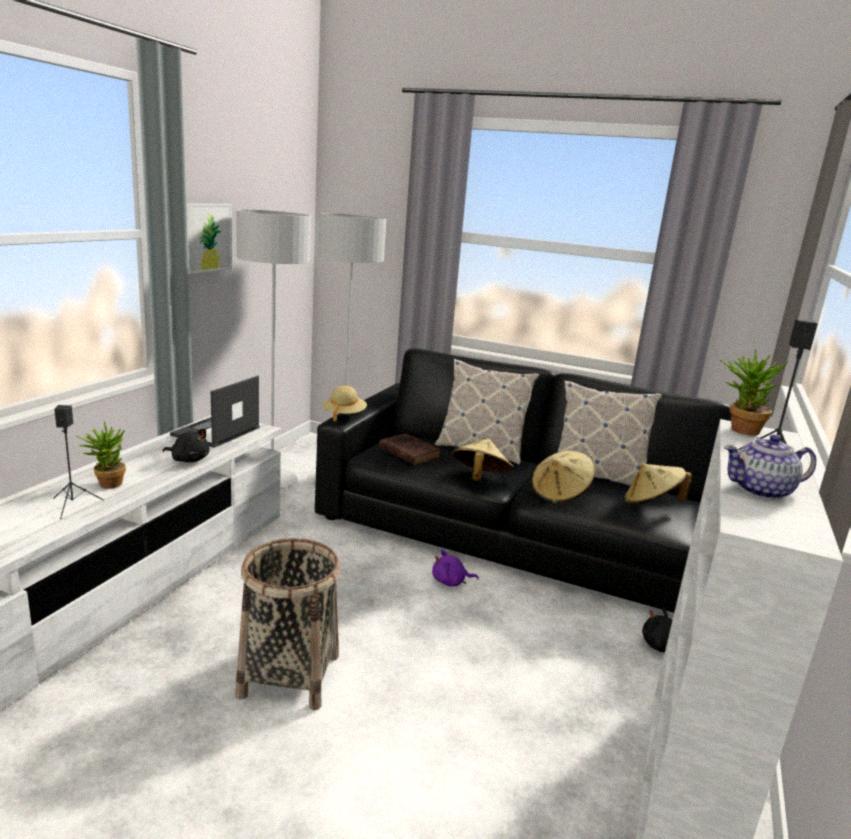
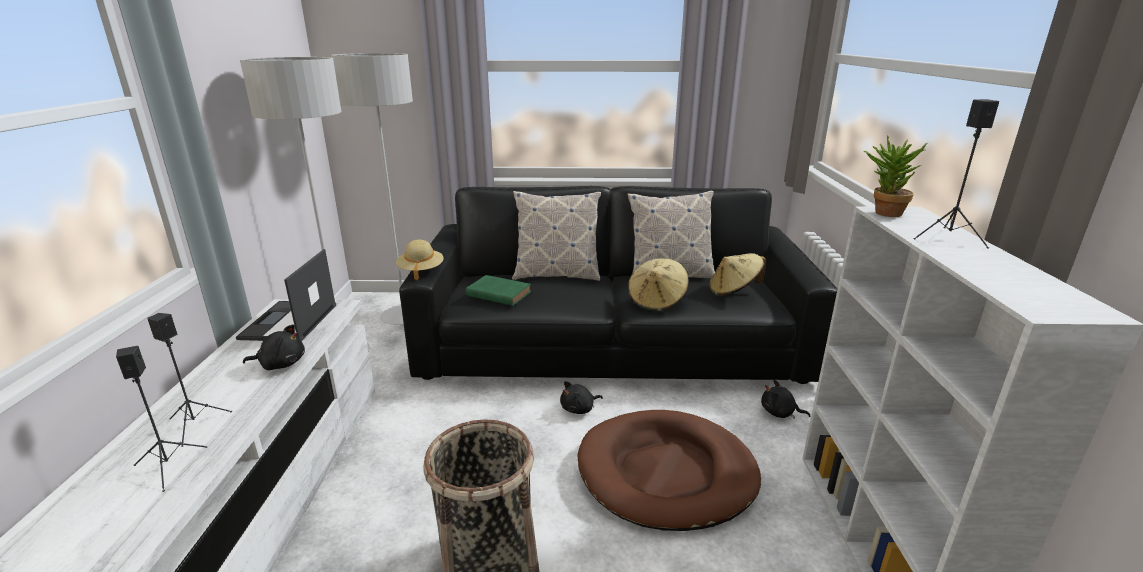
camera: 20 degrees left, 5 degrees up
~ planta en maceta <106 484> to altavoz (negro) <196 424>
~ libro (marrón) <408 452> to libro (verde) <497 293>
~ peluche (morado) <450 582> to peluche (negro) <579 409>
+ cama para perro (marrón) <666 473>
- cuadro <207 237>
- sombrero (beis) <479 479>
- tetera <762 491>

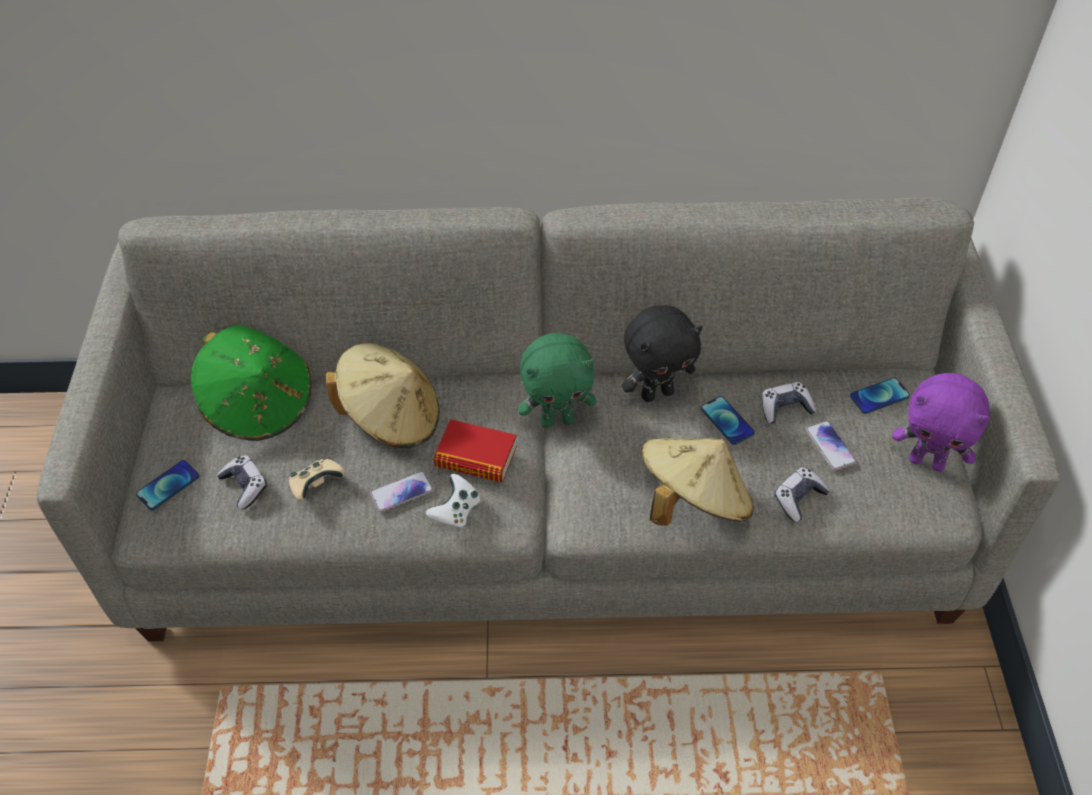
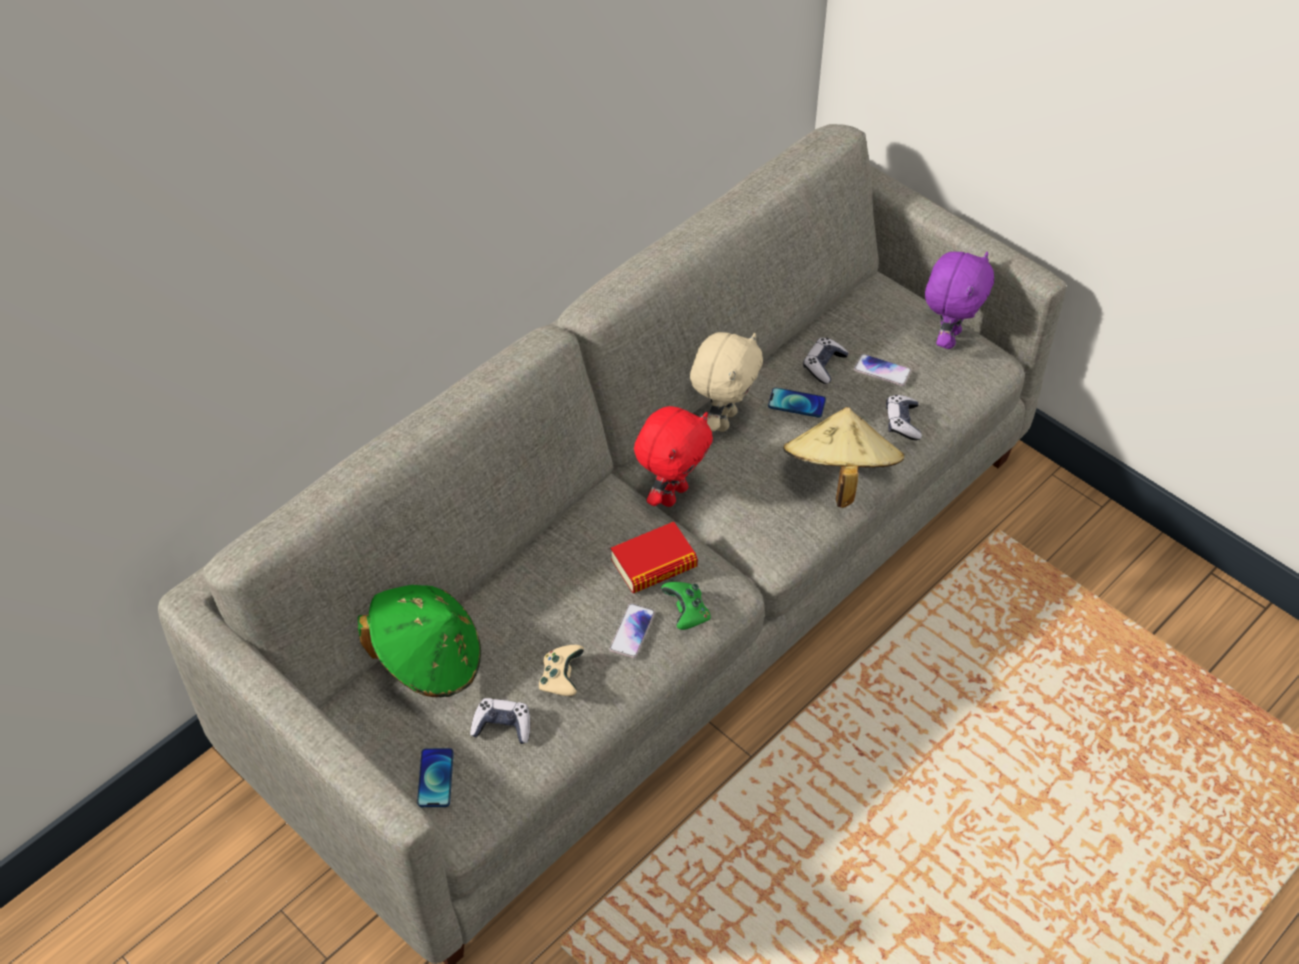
camera: 45 degrees left, 0 degrees up
~ peluche (verde) <557 420> to peluche (rojo) <672 494>
~ mando de consola (blanco) <456 511> to mando de consola (verde) <687 613>
~ peluche (negro) <657 393> to peluche (beis) <723 419>
~ peluche (morado) <927 462> = <948 338> 45 degrees counterclockwise
- sombrero (beis) <391 418>
- móvil <879 396>

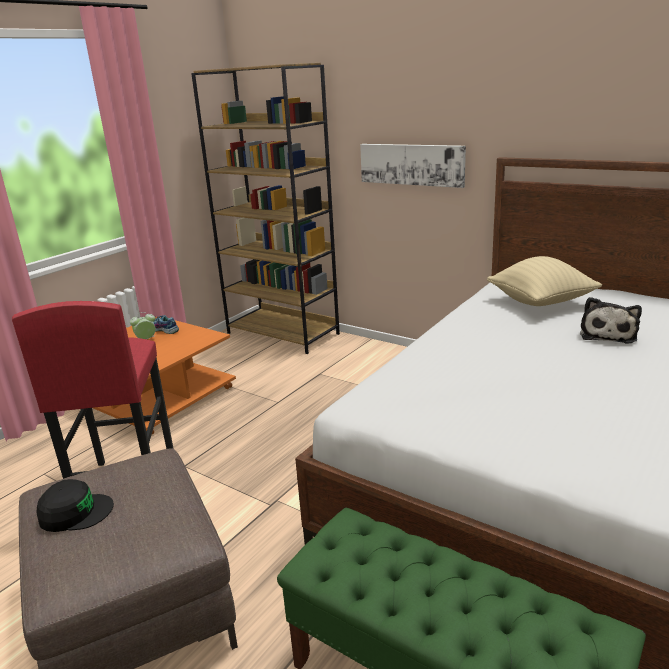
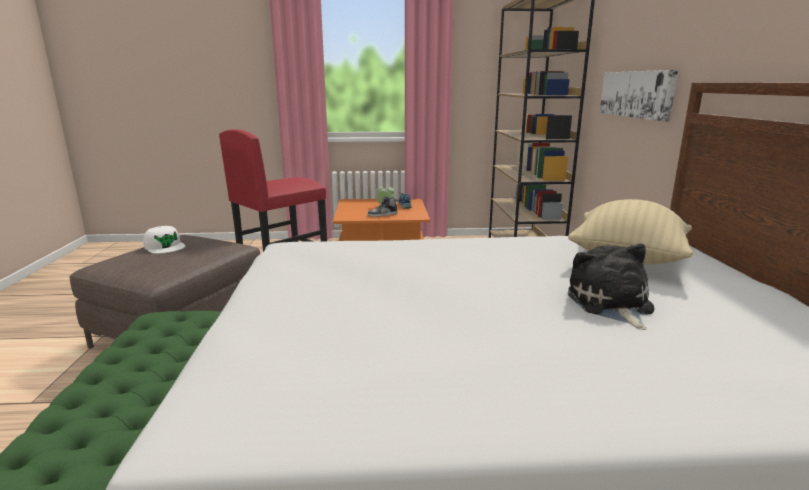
camera: 50 degrees right, 5 degrees down
~ gorra (negro) <75 512> to gorra (blanco) <165 246>
+ zapato <382 214>
~ peluche <608 334> = <610 304> 105 degrees clockwise

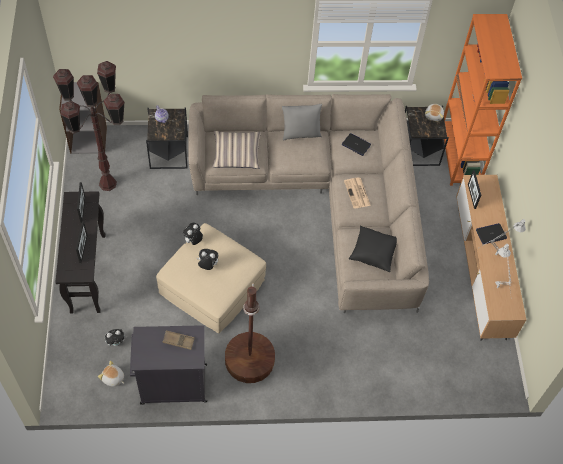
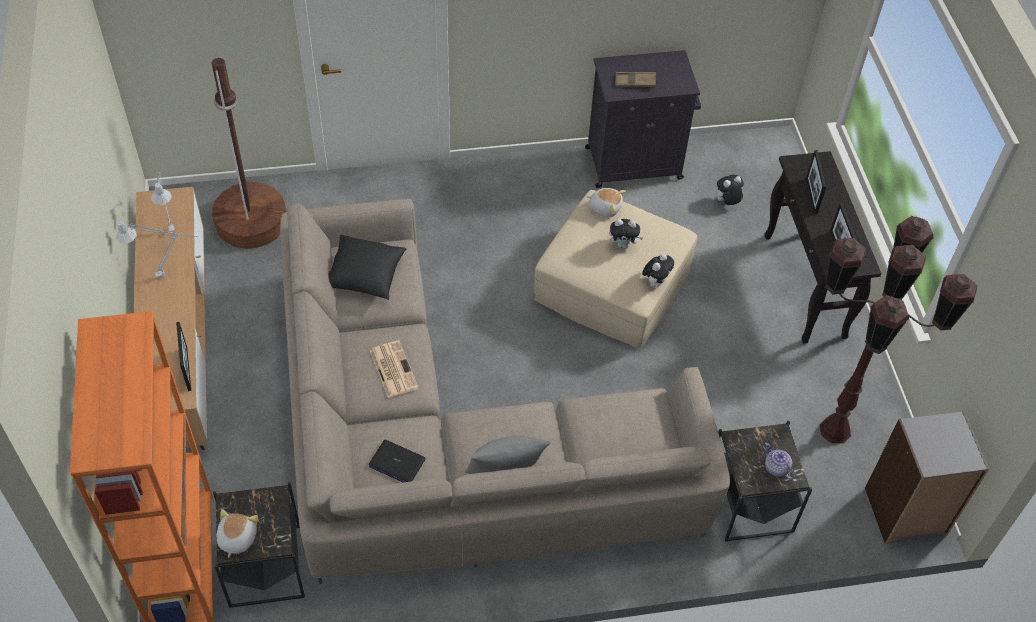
camera: 175 degrees right, 5 degrees down
~ lámpara de pie (marrón) <250 360> to <251 221>
~ peluche <113 378> to <605 207>
- cojín <236 154>
- portátil <491 234>

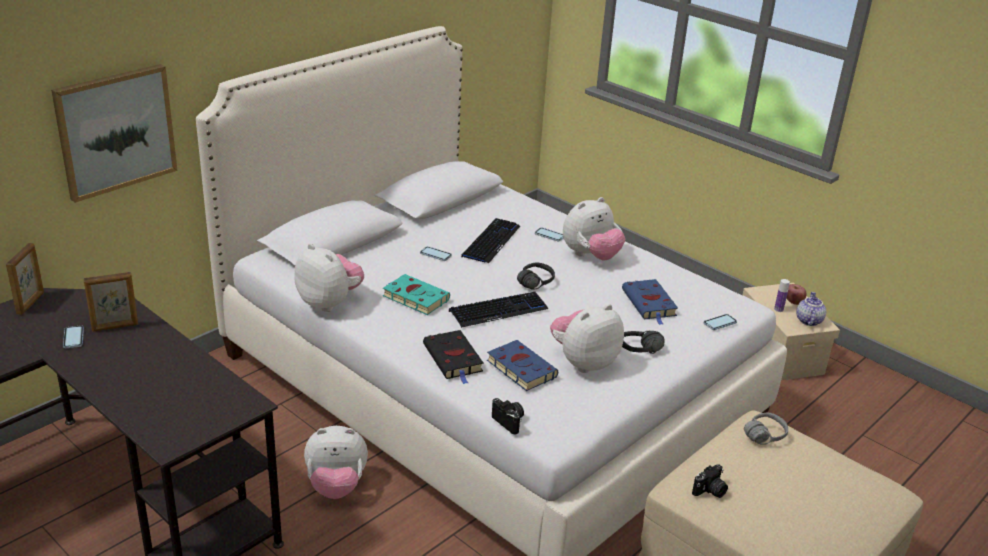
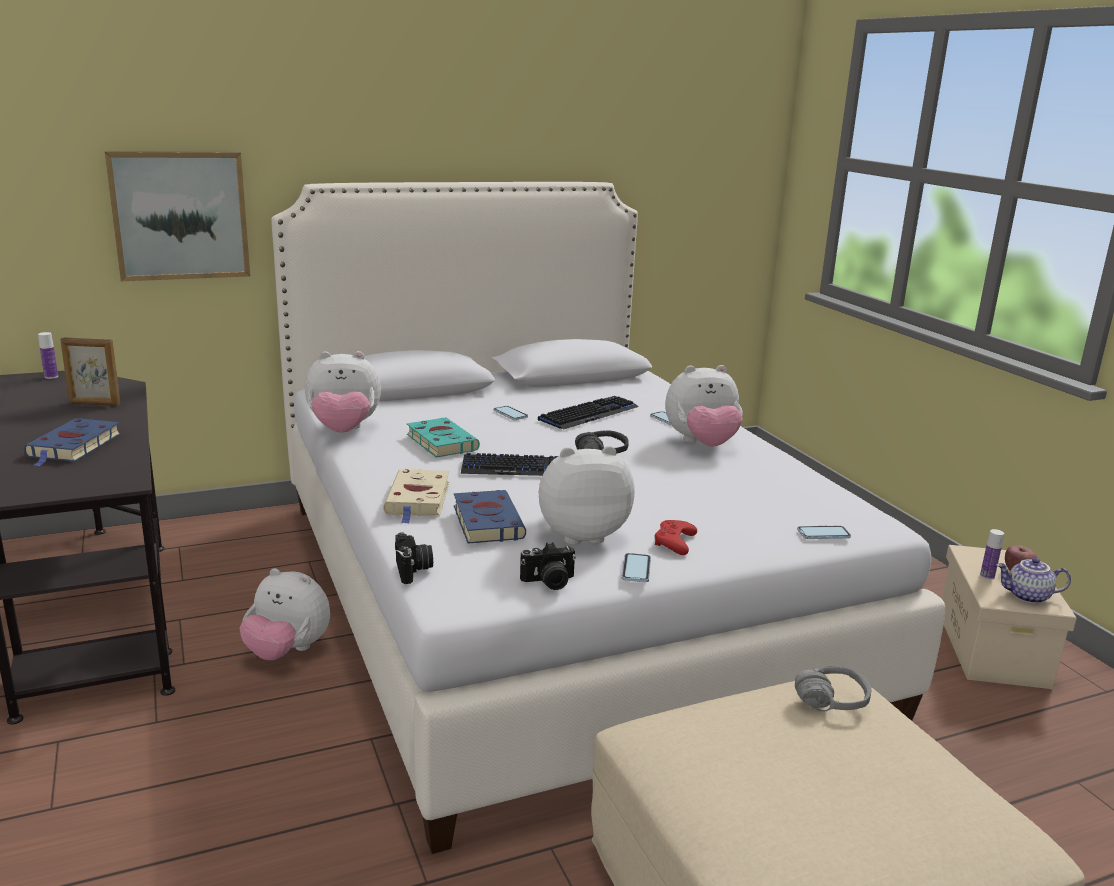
camera: 25 degrees right, 10 degrees down
~ libro (azul) <650 304> to <74 446>
~ portarretratos <31 303> to botella <51 377>
~ peluche <329 302> = <344 431> 105 degrees clockwise
~ libro (negro) <454 359> to libro (beis) <418 500>
~ cámara <710 491> to <549 582>
~ móvil <73 338> to <636 569>
~ auriculares (negro) <642 353> to mando de consola (rojo) <674 542>
~ tetera <808 320> = <1027 597> 120 degrees counterclockwise

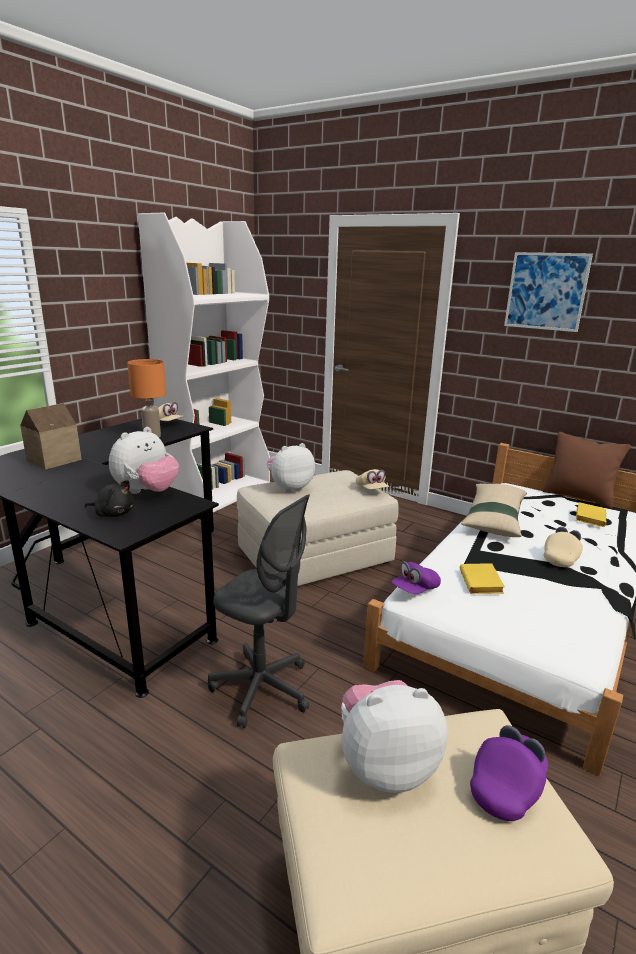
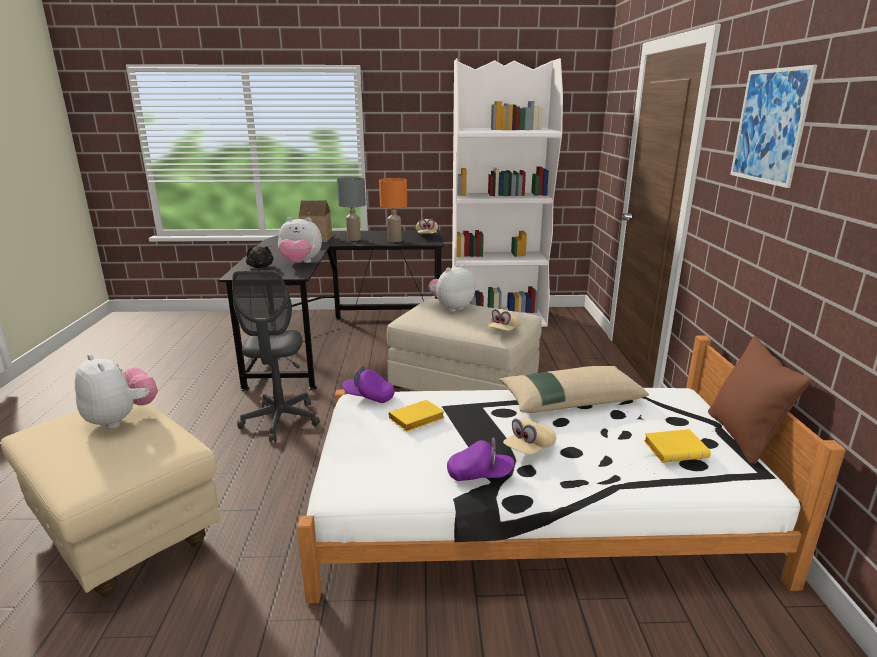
camera: 55 degrees right, 0 degrees up
+ lámpara de mesa (gris) <354 239>
~ peluche <289 488> = <451 308> 60 degrees counterclockwise
~ gorra (morado) <507 785> to <479 475>
~ gorra (beis) <561 557> = <529 449> 135 degrees clockwise

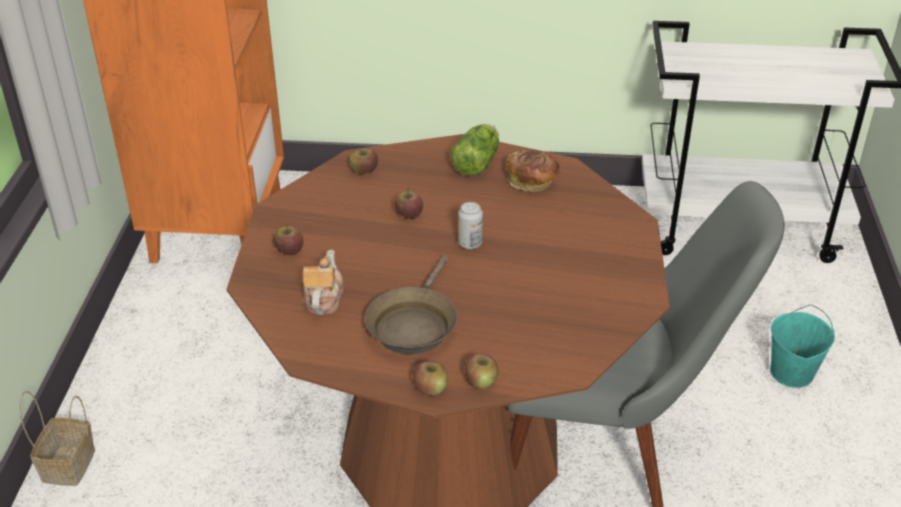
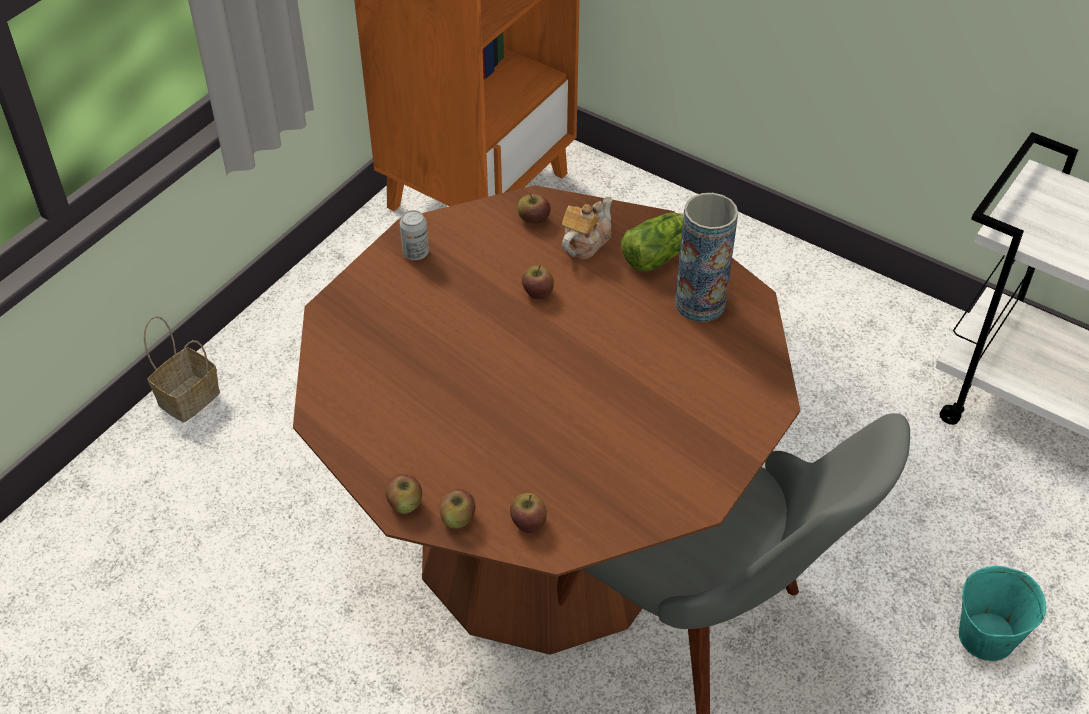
camera: 30 degrees right, 10 degrees up
~ lata <470 243> to <415 253>
~ manzana <289 250> to <528 522>
~ tetera <323 299> to <585 242>
~ pan <532 181> to florero <700 303>
- sartén (marrón) <413 325>

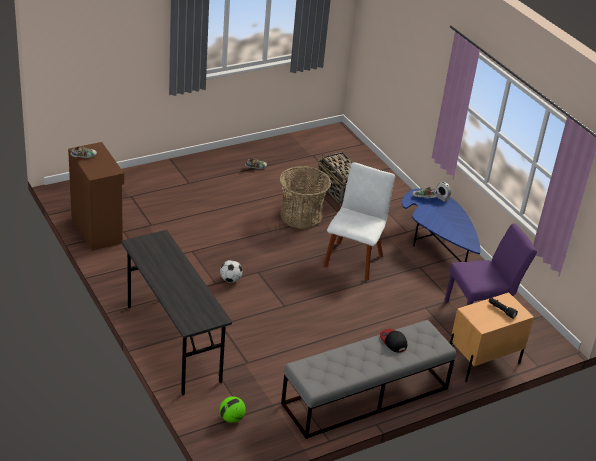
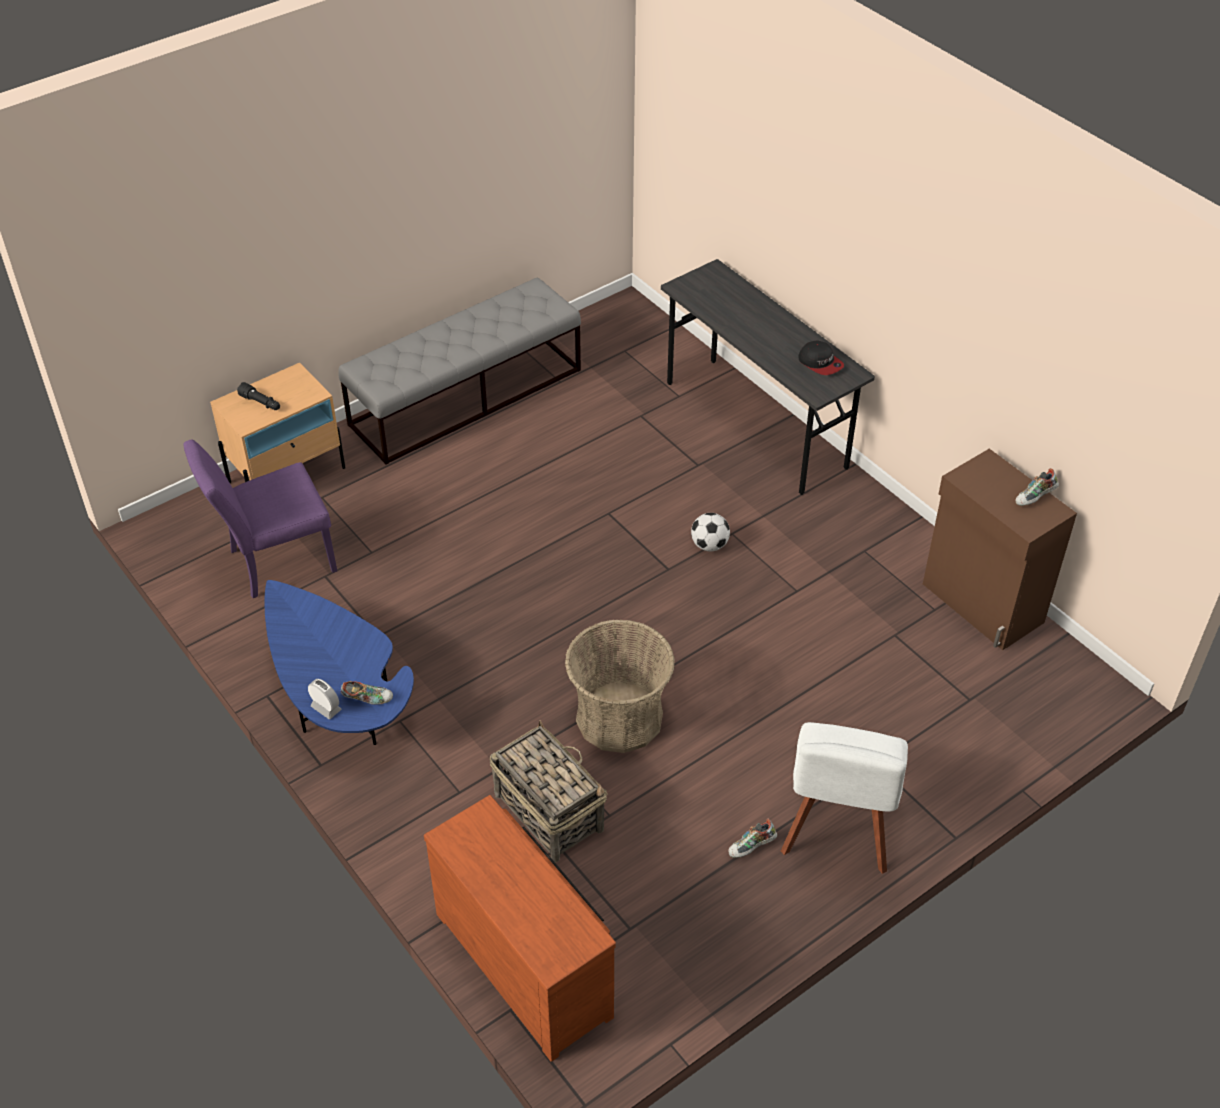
camera: 175 degrees right, 10 degrees up
+ cómoda (marrón) <527 961>
~ silla (blanco) <354 259> to <838 830>
~ gorra <393 341> to <820 363>
- balón de fútbol <231 418>

